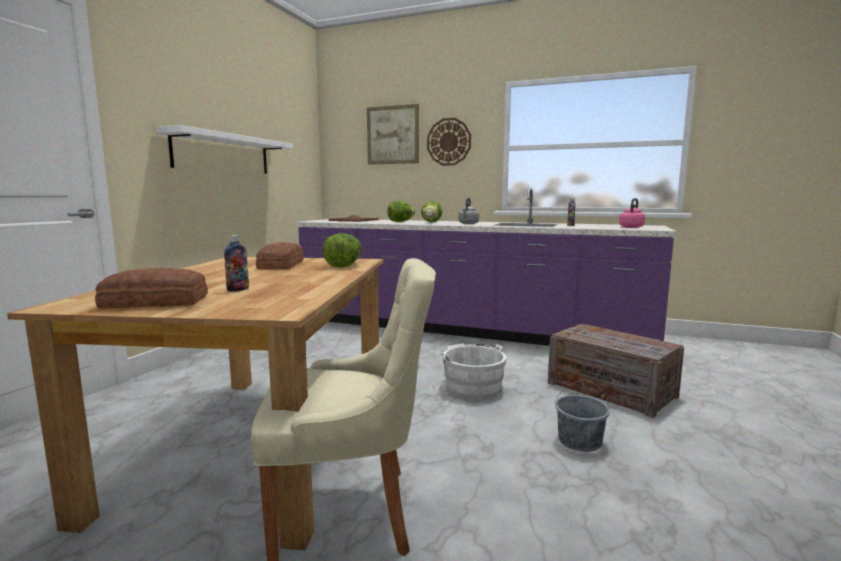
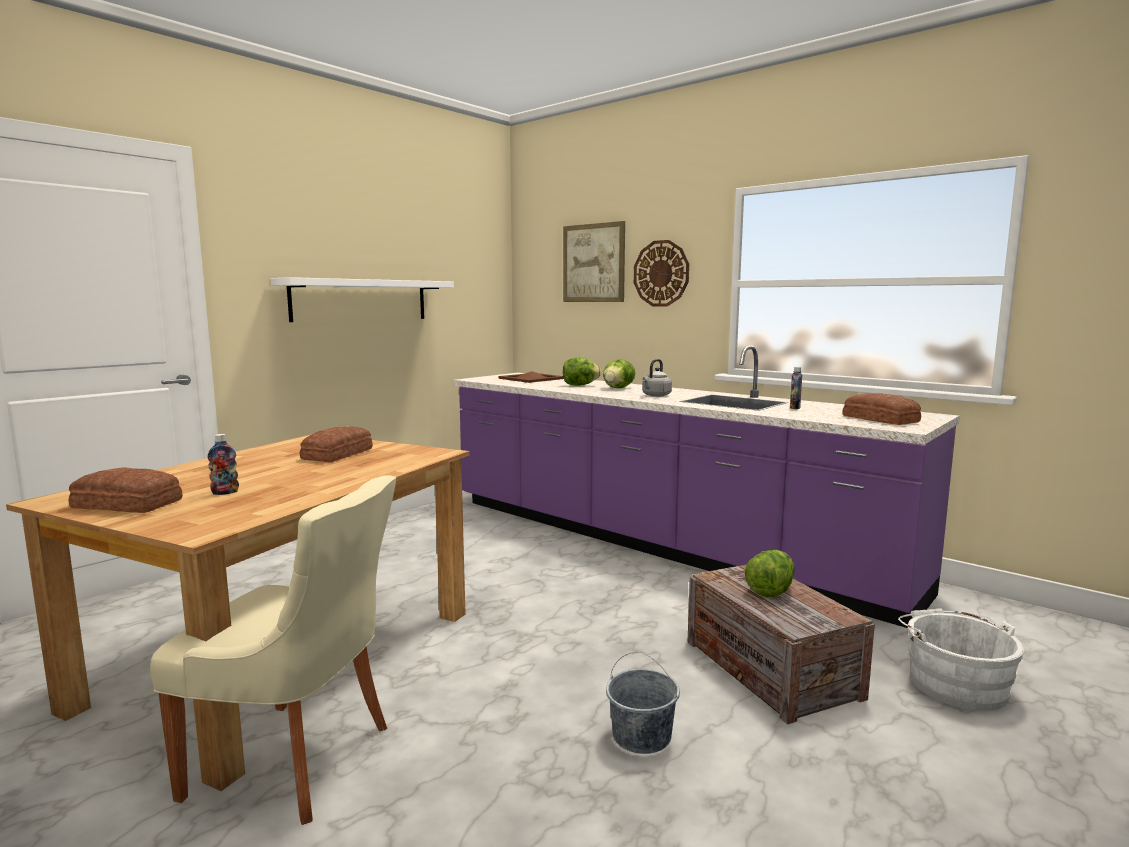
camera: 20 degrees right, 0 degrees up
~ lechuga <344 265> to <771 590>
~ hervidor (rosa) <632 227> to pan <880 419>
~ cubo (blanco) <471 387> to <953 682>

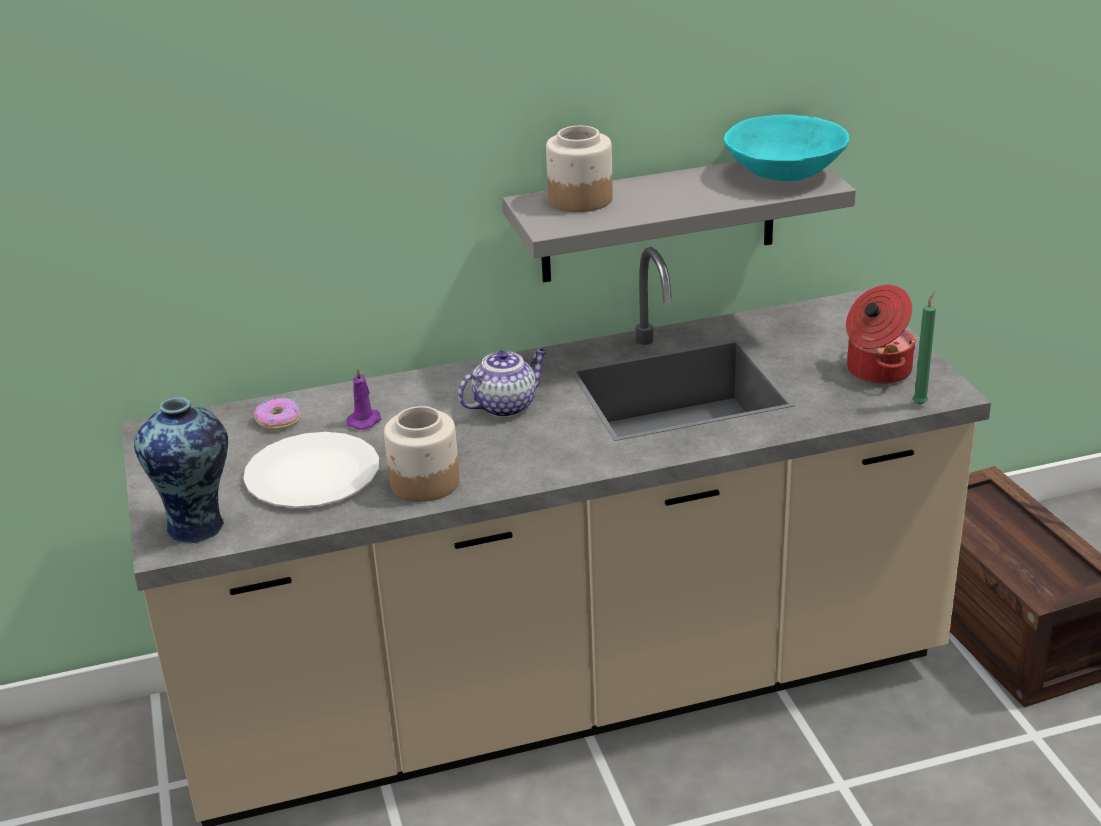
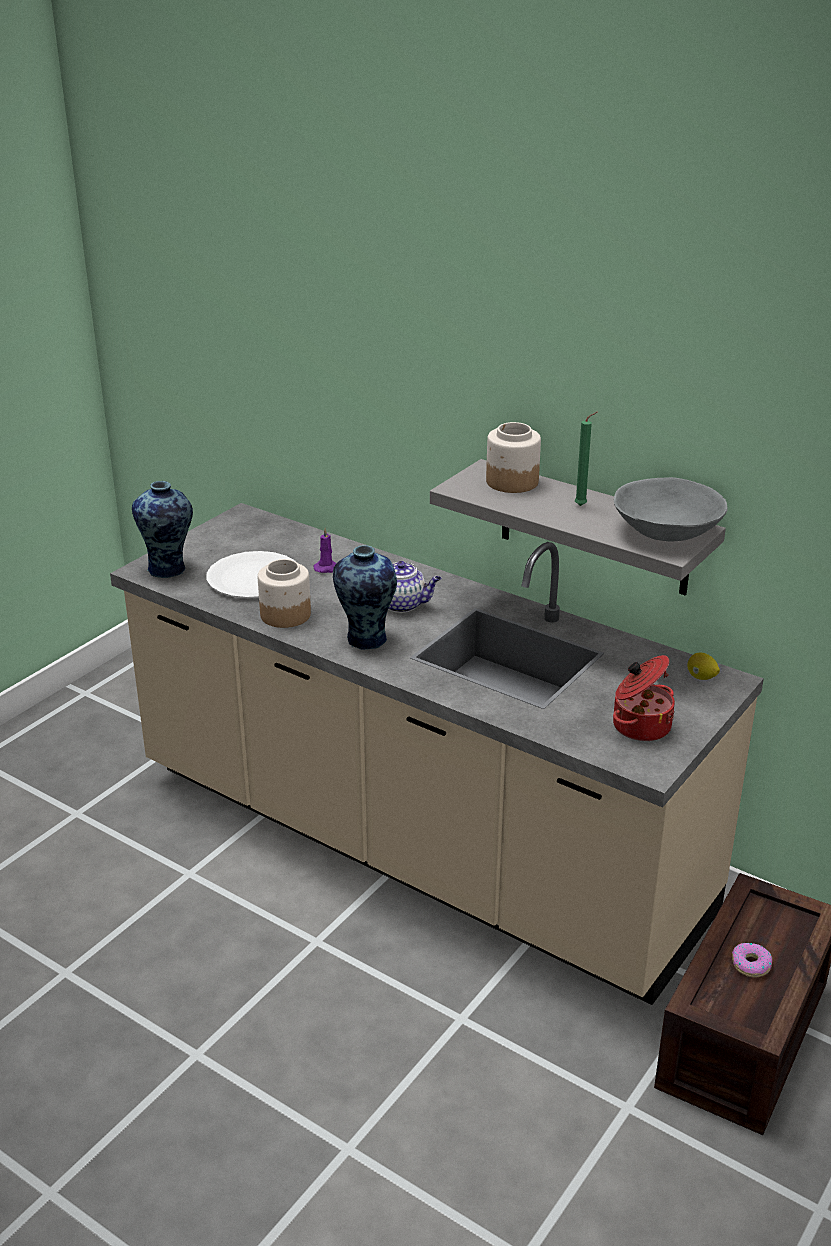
camera: 50 degrees right, 0 degrees up
+ florero <365 640>
~ vela (verde) <920 403> to <582 505>
~ cuenco (turquesa) <784 174> to cuenco (gris) <666 532>
+ limón <701 677>
~ rosquilla <278 420> to <750 964>

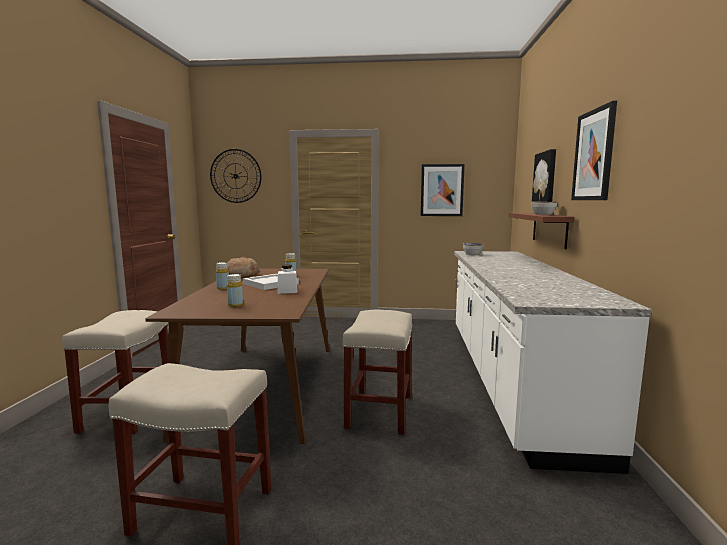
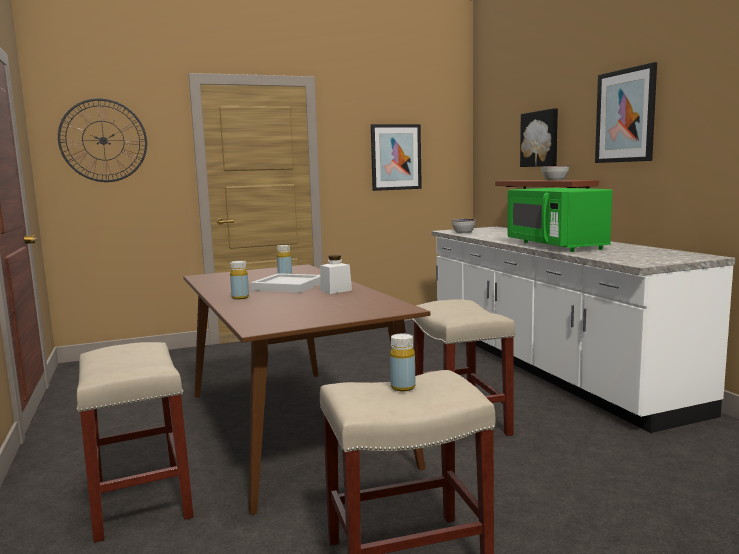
camera: 25 degrees left, 0 degrees up
~ botella (amarillo) <235 305> to <403 387>
+ microondas (verde) <555 246>
- pan <241 275>

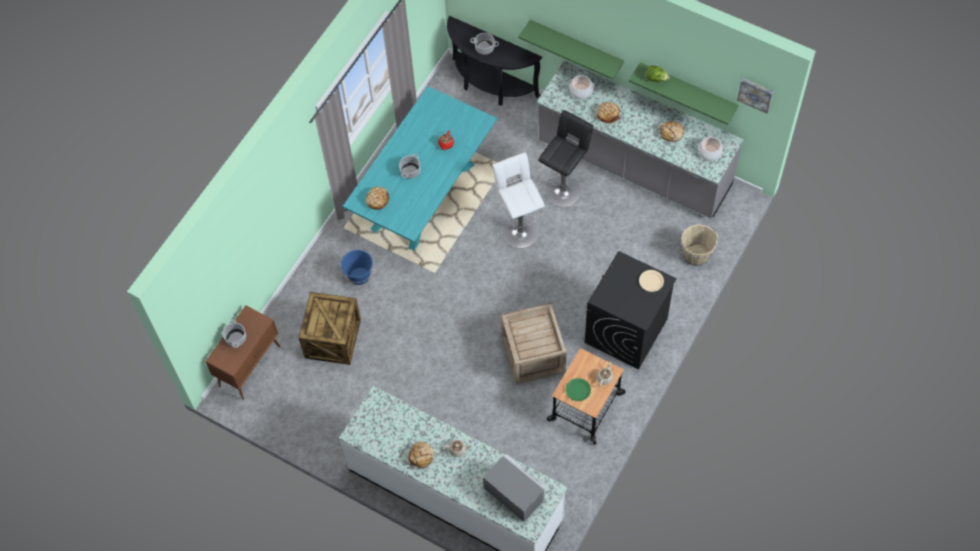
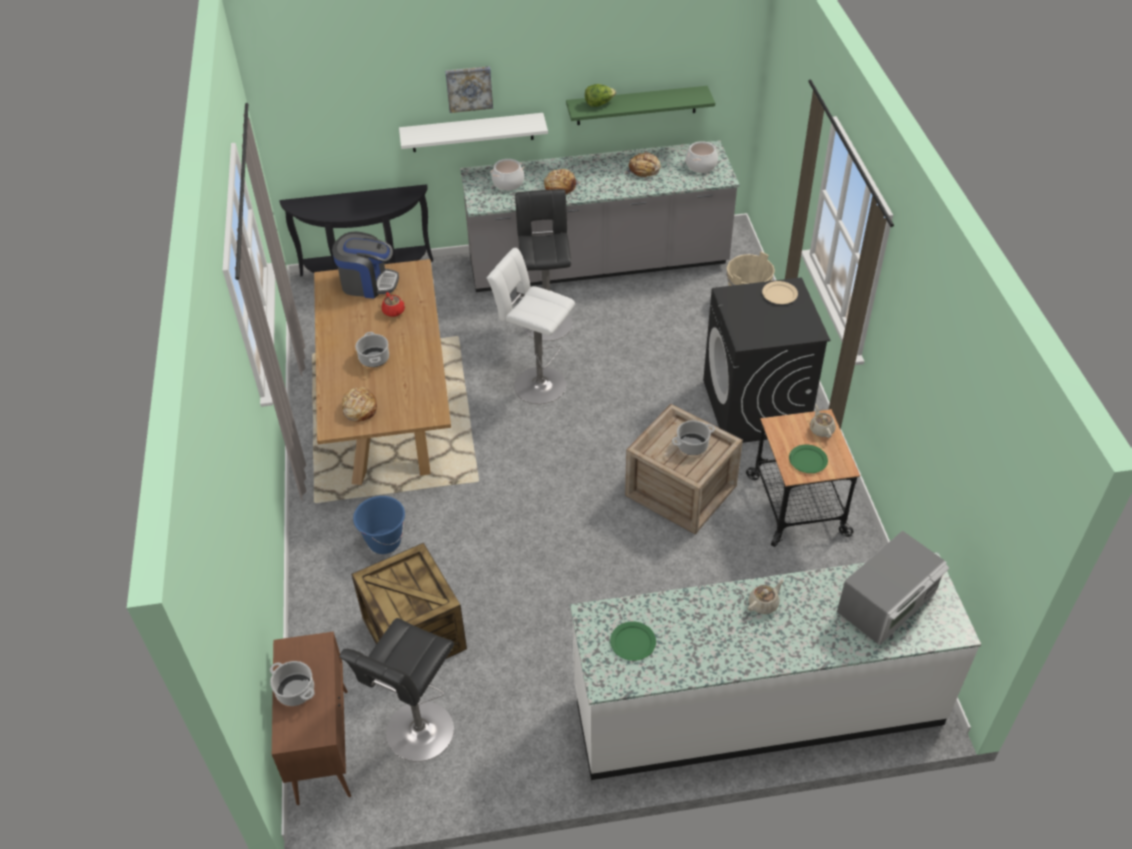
camera: 40 degrees left, 15 degrees down
~ mesa de comedor (turquesa) <424 196> to mesa de comedor (marrón) <389 414>
+ cafetera <368 283>
+ taburete (negro) <417 735>
~ estante (verde) <576 46> to estante (blanco) <472 132>
~ cuadro <755 94> to <469 88>
+ plato (verde) <632 642>
~ olla <484 48> to <692 446>
~ microondas <514 492> = <888 603> 135 degrees clockwise
- pan <421 457>

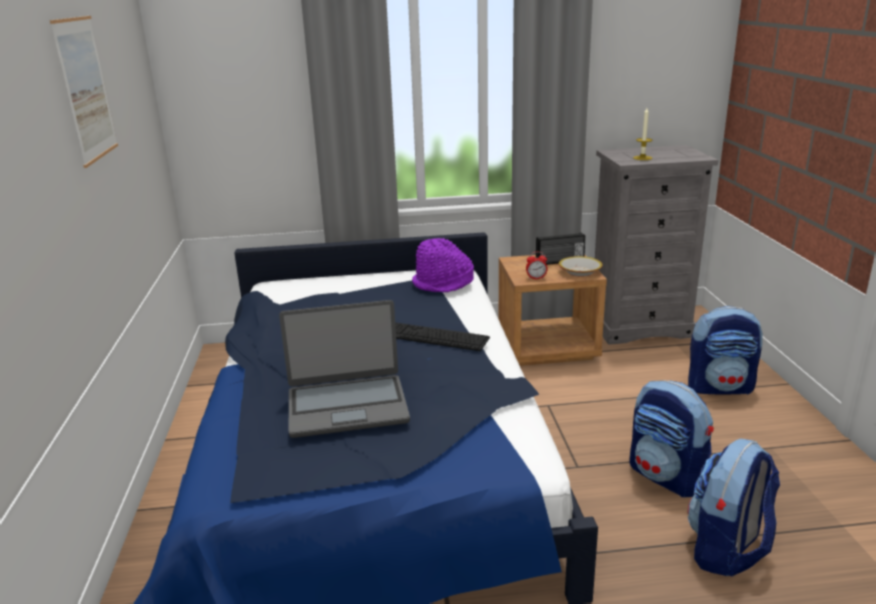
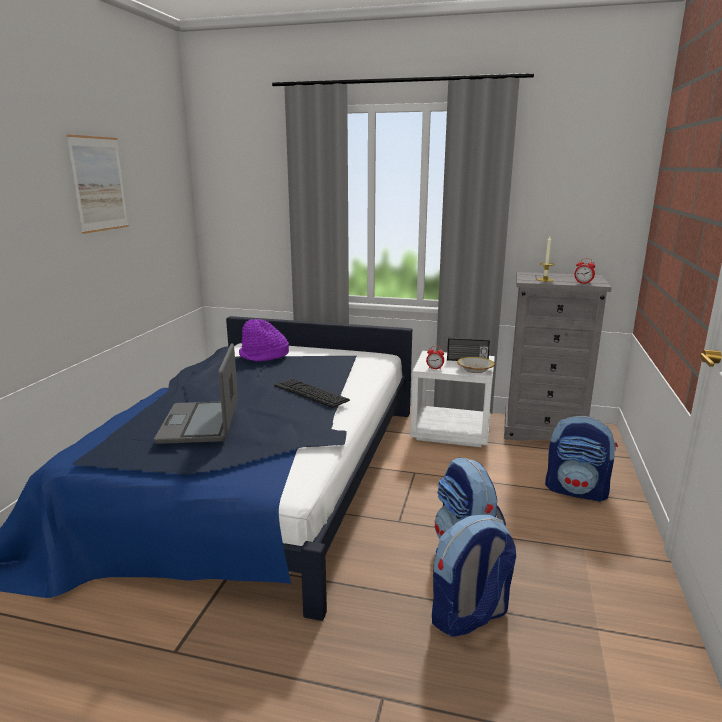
camera: 20 degrees right, 5 degrees down
~ portátil <347 406> = <201 423> 75 degrees clockwise
~ sombrero (morado) <443 284> to <264 356>
~ mesita de noche (marrón) <548 347> to mesita de noche (blanco) <451 431>
+ despertador <583 283>

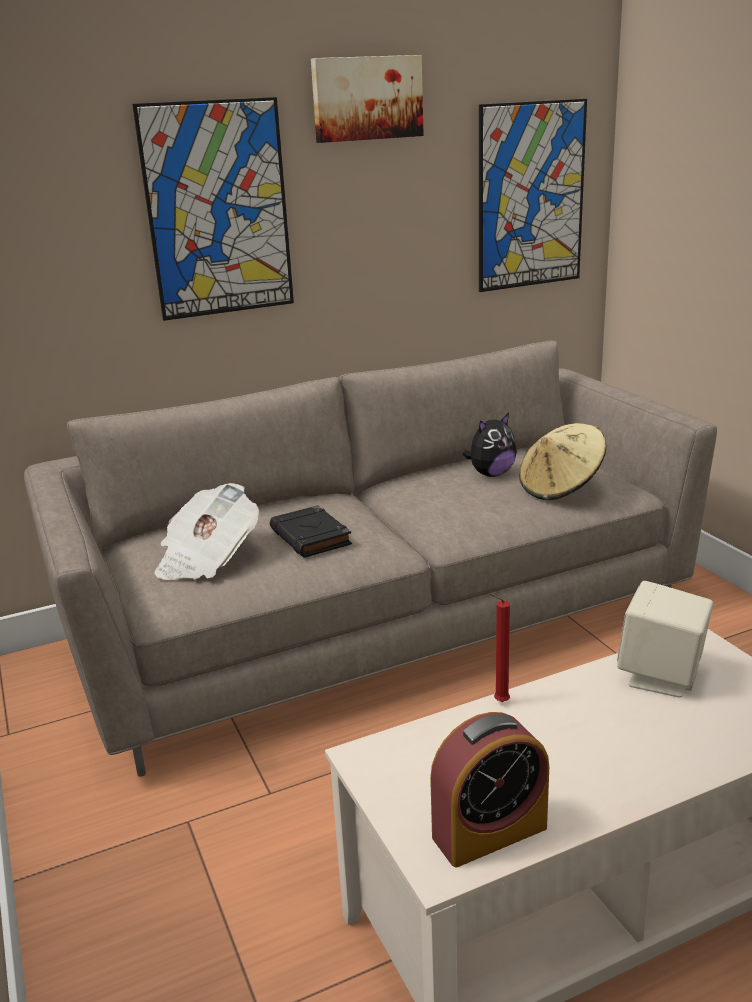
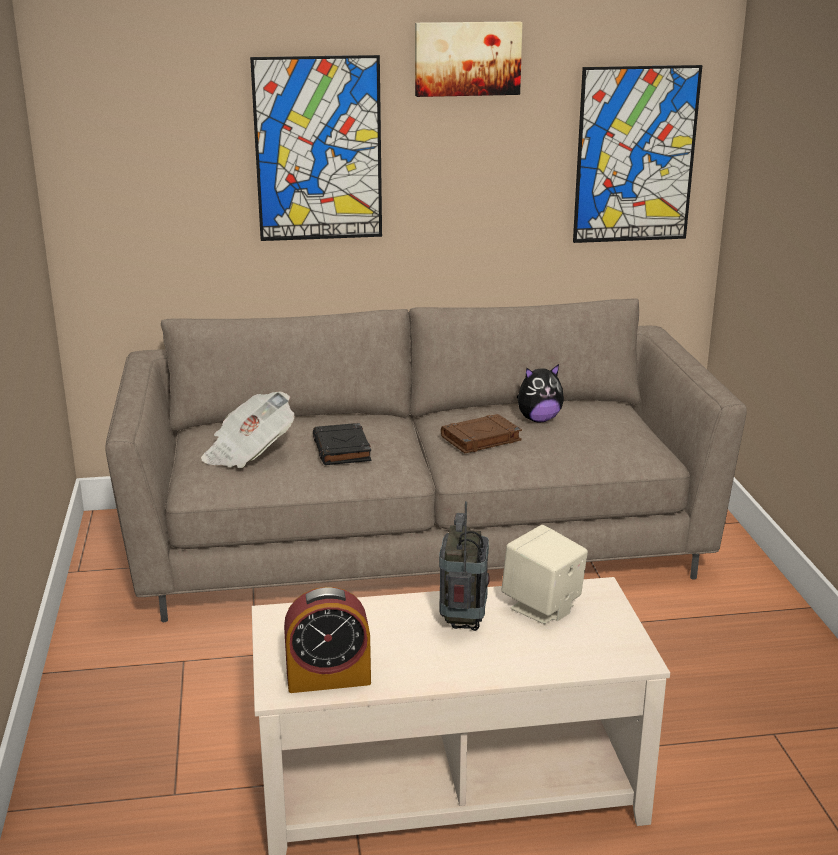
camera: 15 degrees right, 0 degrees up
+ radio <463 621>
+ libro (marrón) <480 439>
- vela (rojo) <499 702>
- sombrero (beis) <561 488>

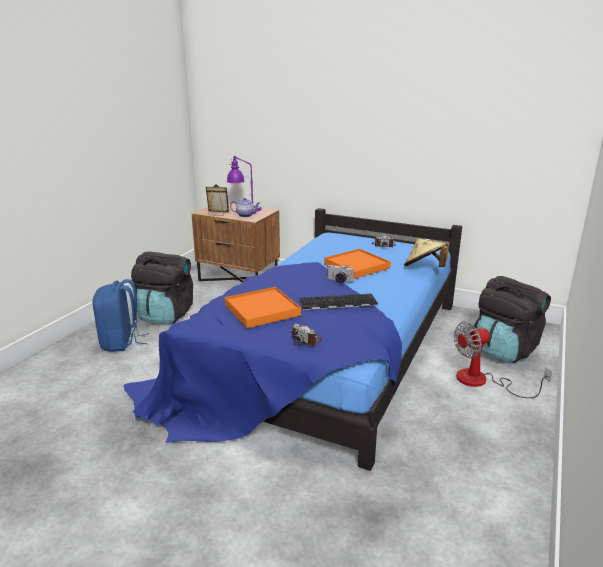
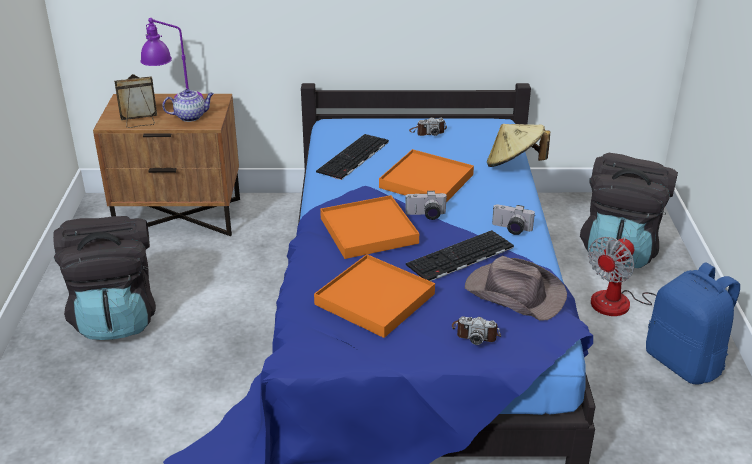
camera: 25 degrees left, 10 degrees up
+ teclado <354 157>
+ bandeja (naranja) <368 230>
+ sombrero (marrón) <514 293>
+ cámara <511 229>
~ mochila (azul) <121 342> to <685 363>

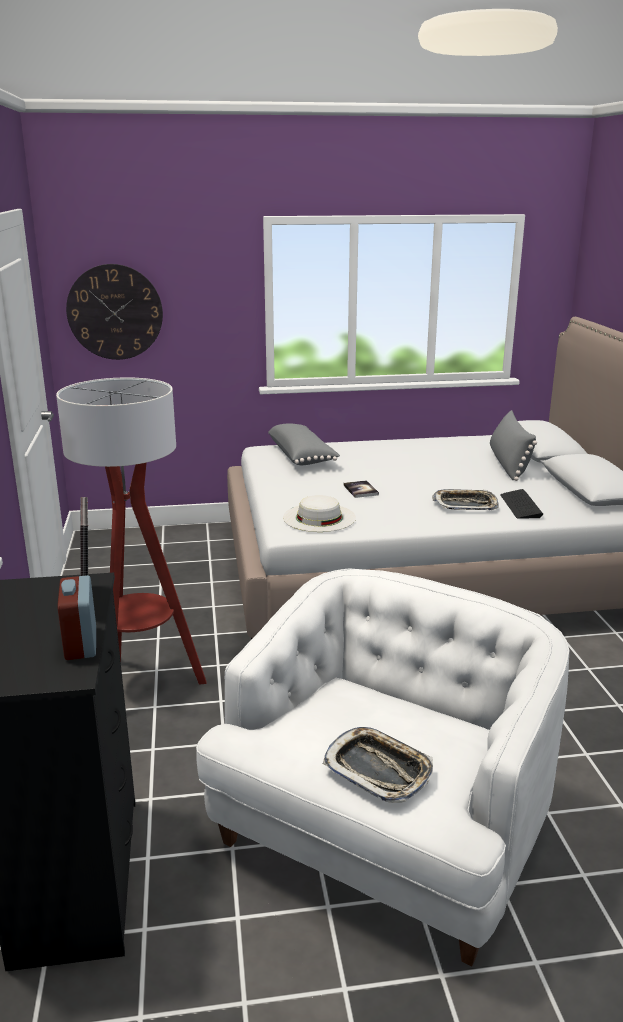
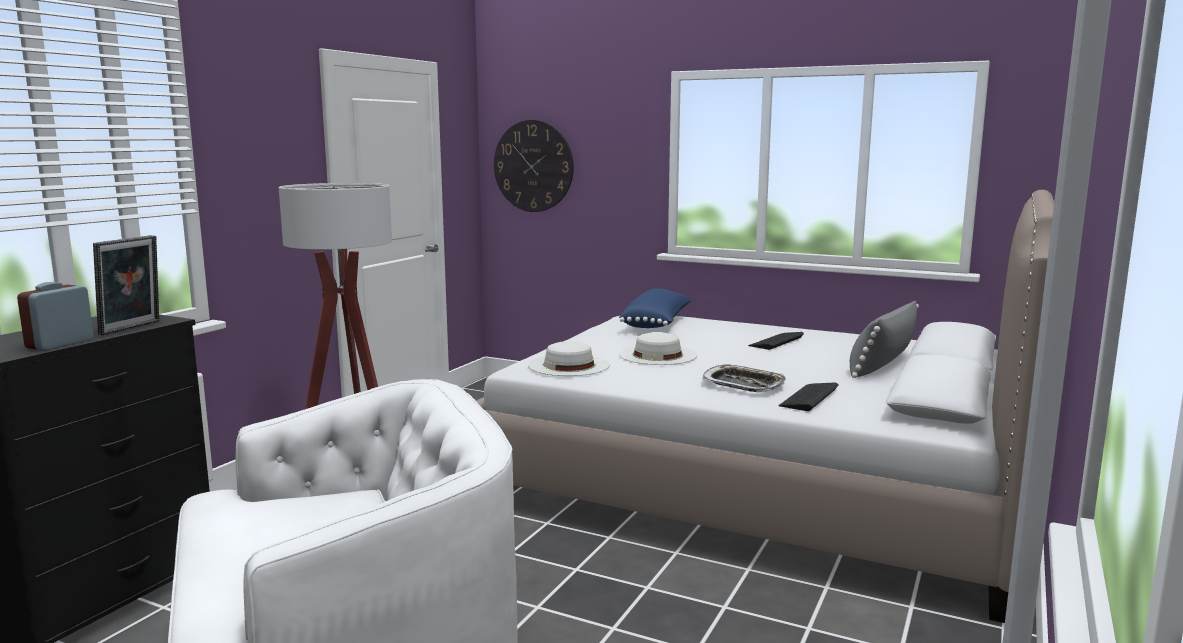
camera: 35 degrees right, 10 degrees down
~ cojín (gris) <302 456> to cojín (azul) <658 323>
~ libro <360 490> to sombrero (blanco) <657 355>
+ teclado <776 341>
- bandeja <378 769>

